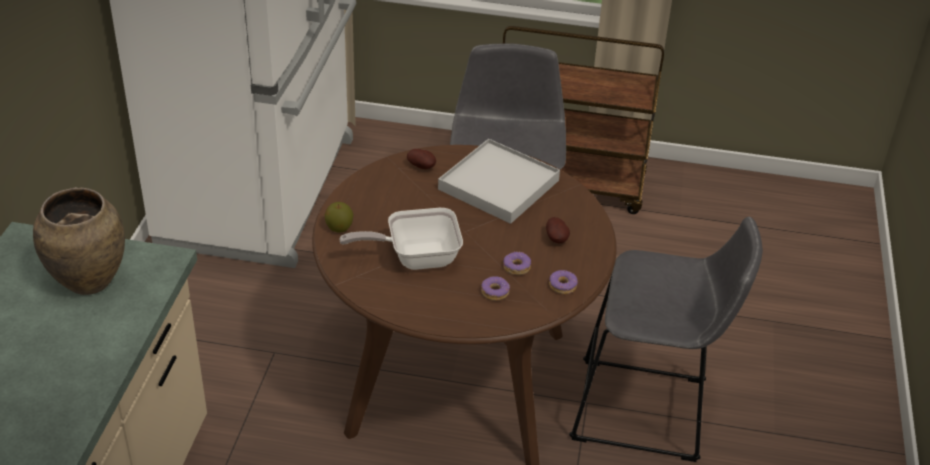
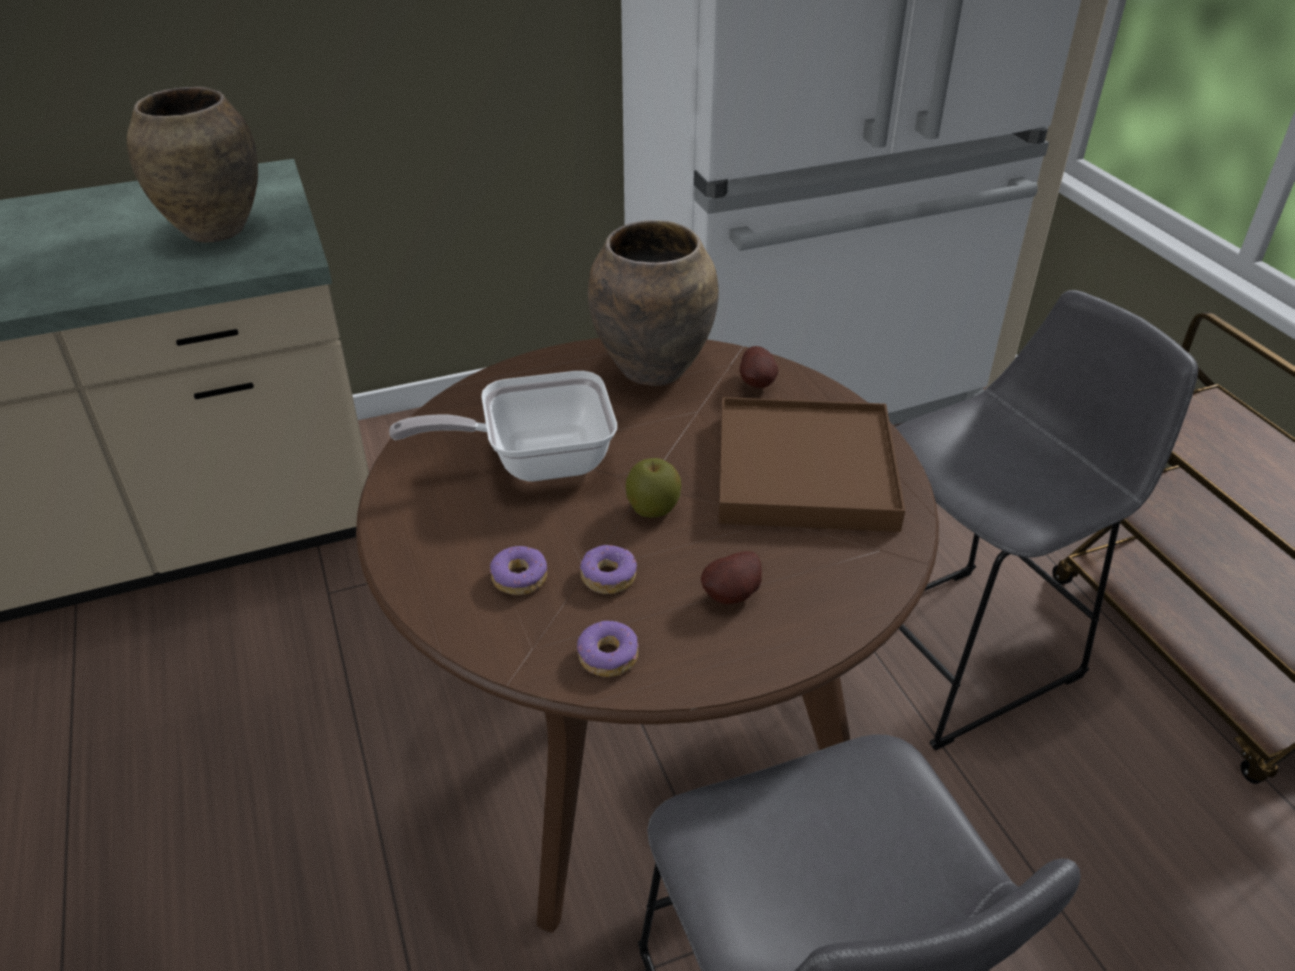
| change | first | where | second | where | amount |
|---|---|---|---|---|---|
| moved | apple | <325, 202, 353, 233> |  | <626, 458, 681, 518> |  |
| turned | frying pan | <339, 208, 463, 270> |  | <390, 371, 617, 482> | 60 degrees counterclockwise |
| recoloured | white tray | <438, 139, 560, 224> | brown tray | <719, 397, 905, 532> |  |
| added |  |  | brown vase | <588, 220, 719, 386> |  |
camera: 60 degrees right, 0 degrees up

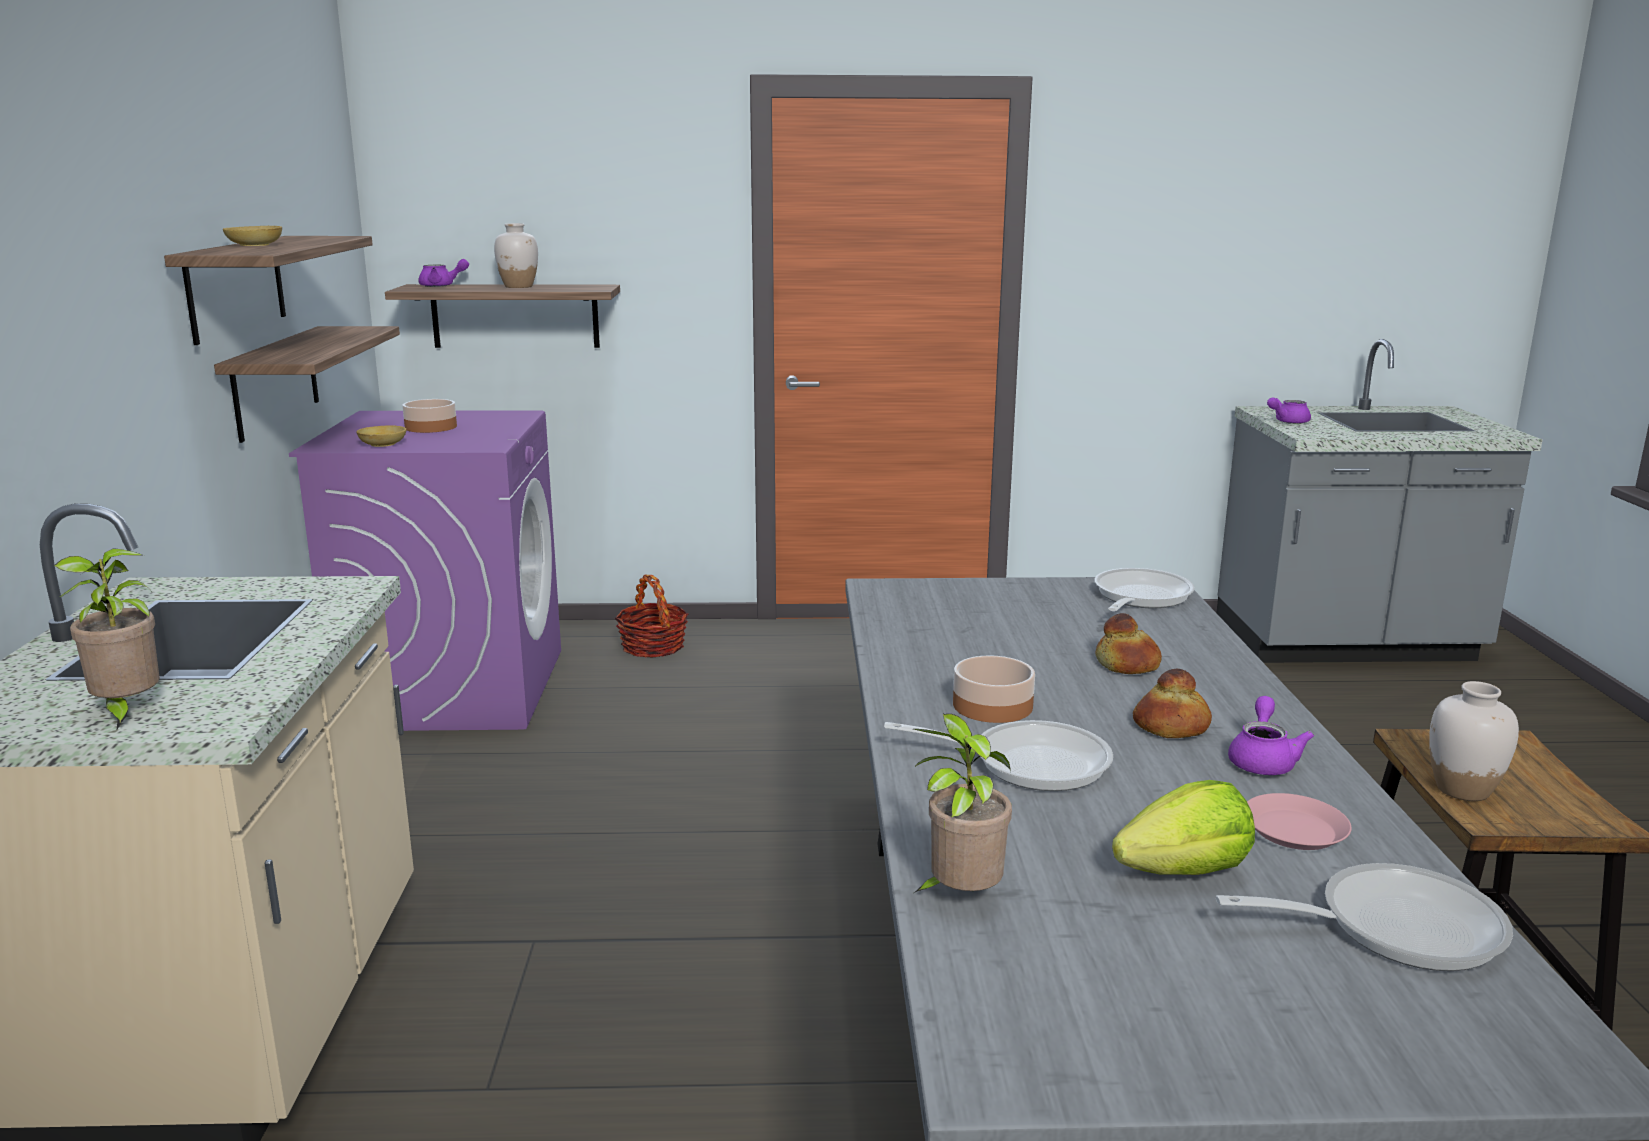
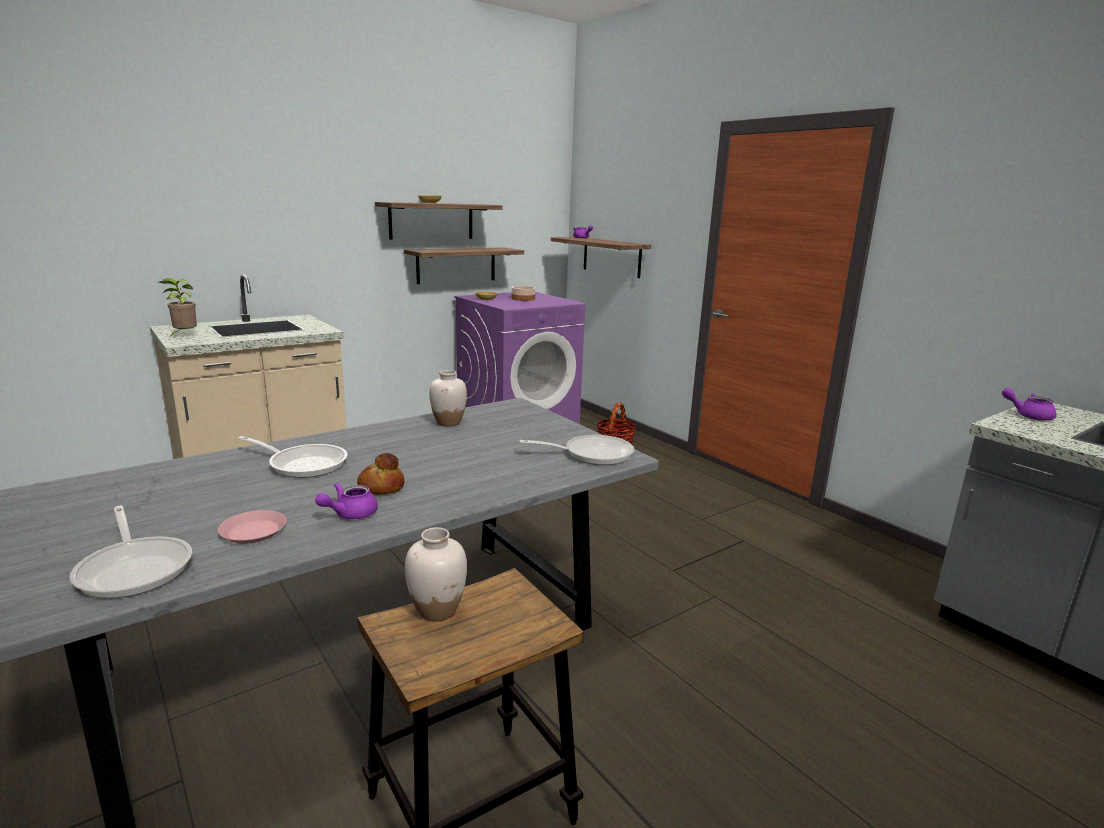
| change | first | where | second | where | amount |
|---|---|---|---|---|---|
| moved | white vase | <494, 223, 538, 288> |  | <429, 370, 467, 427> |  |
| turned | frying pan | <884, 720, 1113, 791> |  | <238, 436, 348, 478> | 45 degrees counterclockwise |
| removed | potted plant | <914, 714, 1012, 893> |  |  |  |
| removed | bowl | <953, 655, 1035, 723> |  |  |  |
| removed | bread | <1095, 613, 1162, 674> |  |  |  |
| removed | lettuce | <1112, 780, 1255, 875> |  |  |  |
| turned | purple teapot | <1228, 696, 1314, 775> |  | <315, 483, 378, 519> | 150 degrees clockwise |
camera: 55 degrees right, 0 degrees up

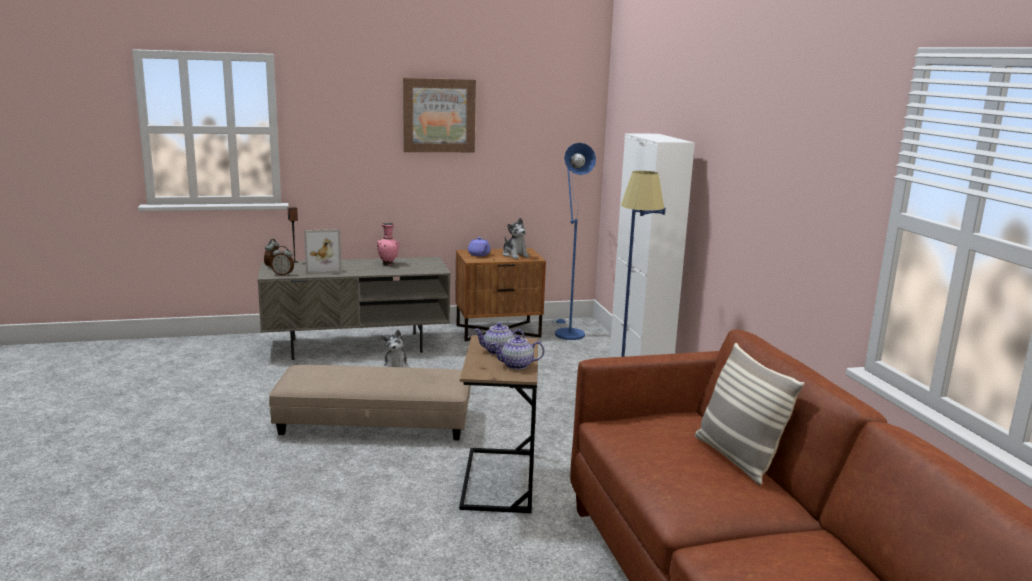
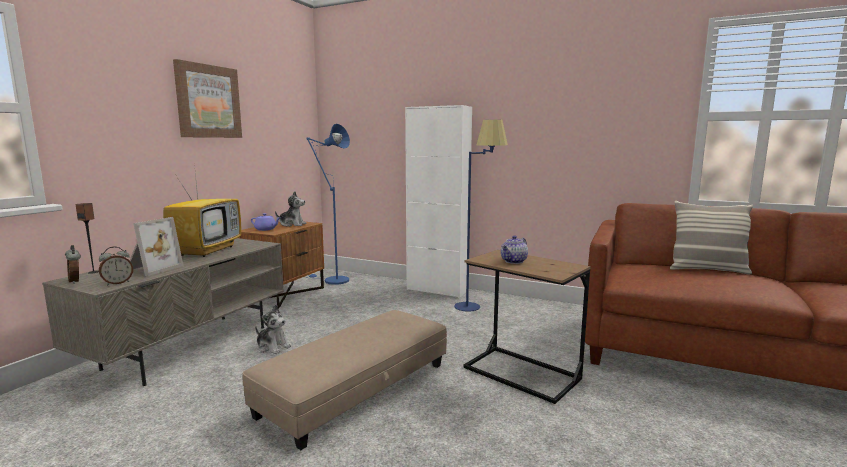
| change | first | where | second | where | amount |
|---|---|---|---|---|---|
| replaced | pink vase | <377, 223, 400, 265> | television | <163, 164, 241, 257> |  |
| removed | teapot | <491, 335, 544, 370> |  |  |  |
camera: 50 degrees left, 5 degrees down

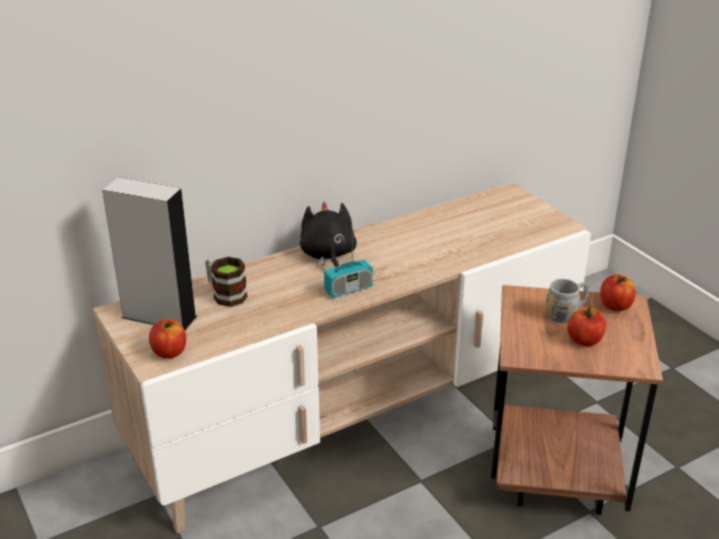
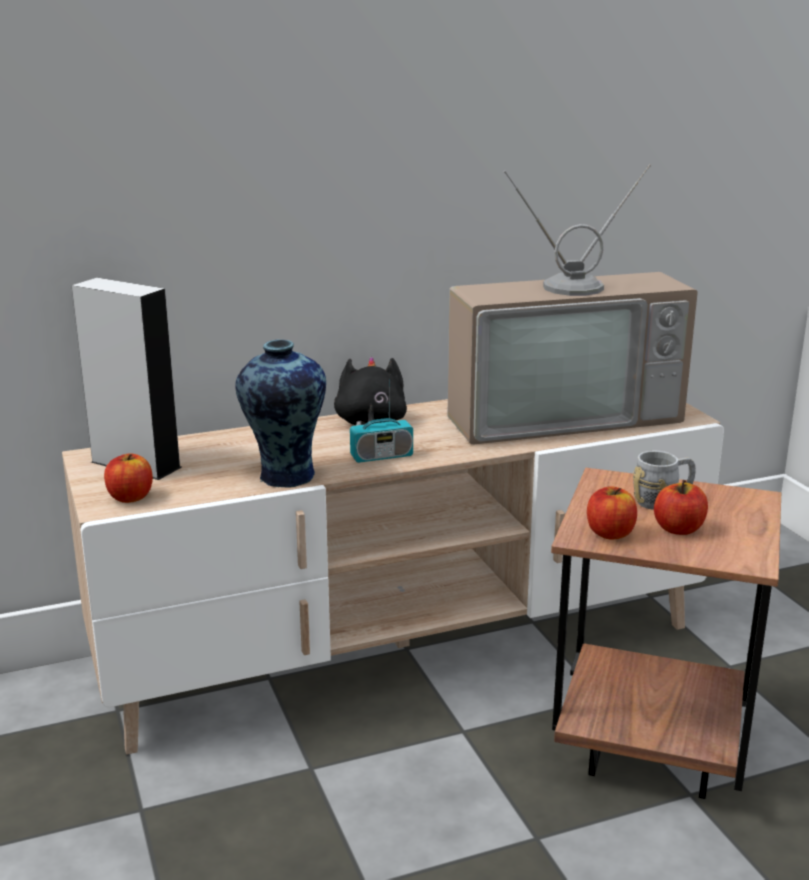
| change | first | where | second | where | amount |
|---|---|---|---|---|---|
| removed | mug | <205, 257, 248, 307> |  |  |  |
| moved | apple | <600, 274, 636, 311> |  | <587, 486, 637, 539> |  |
| added |  |  | vase | <235, 340, 326, 488> |  |
| added |  |  | television | <447, 164, 698, 444> |  |
camera: 10 degrees right, 10 degrees down

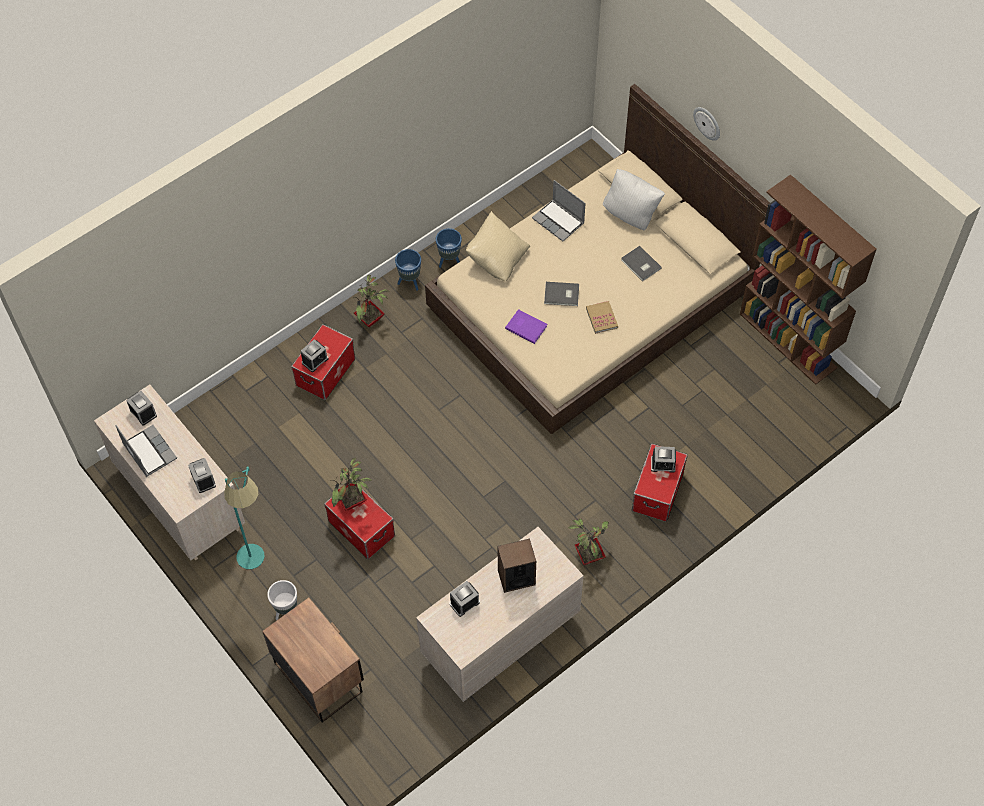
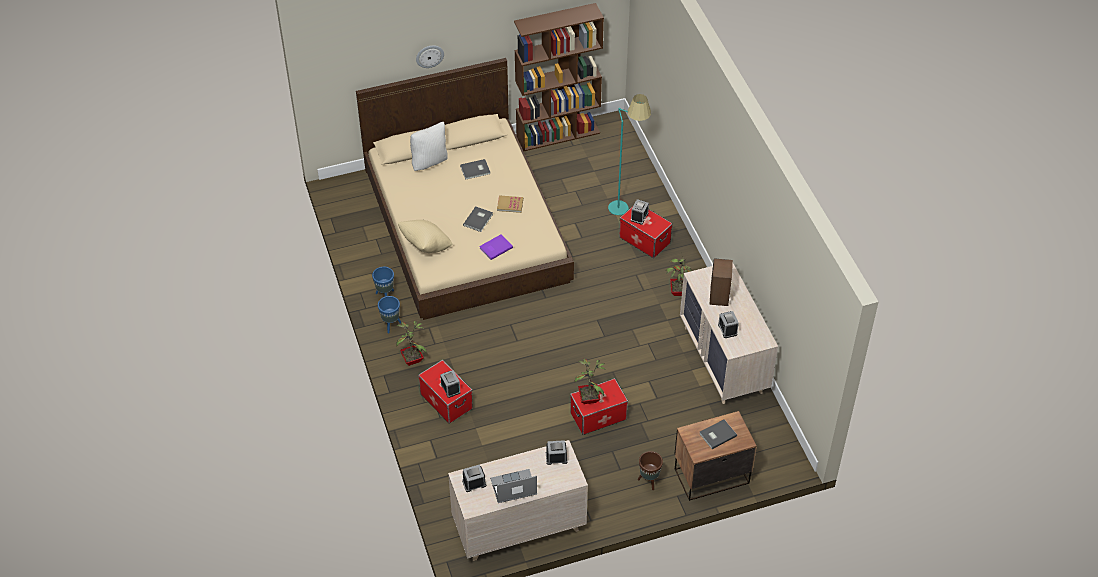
| change | first | where | second | where | amount |
|---|---|---|---|---|---|
| moved | turquoise floor lamp | <224, 467, 265, 569> |  | <608, 94, 651, 215> |  |
| recoloured | white planter | <267, 580, 297, 620> | brown planter | <638, 451, 663, 490> |  |
| removed | laptop | <532, 180, 585, 241> |  |  |  |
| added |  |  | grey book | <700, 419, 737, 449> |  |
camera: 70 degrees left, 10 degrees down

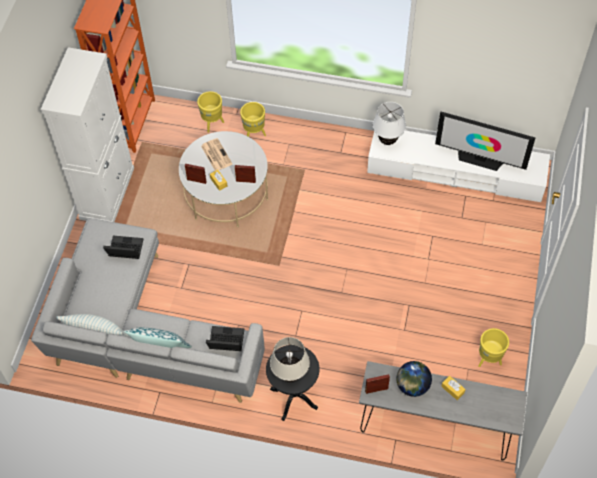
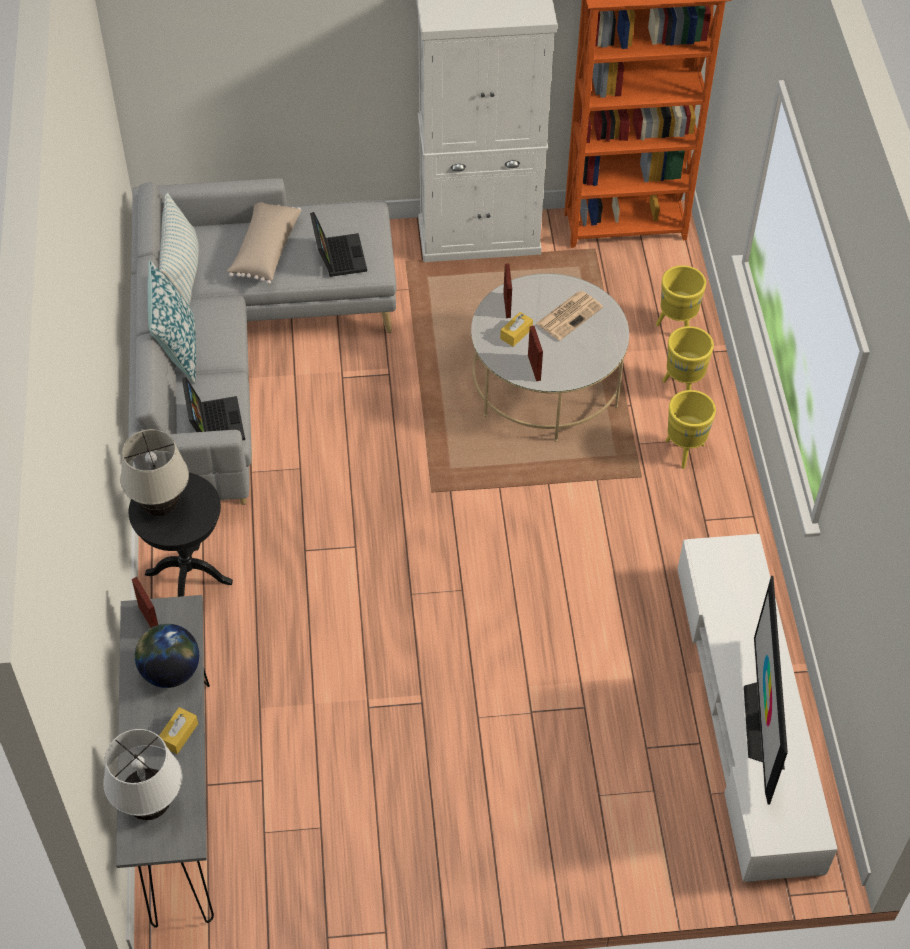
| change | first | where | second | where | amount |
|---|---|---|---|---|---|
| moved | white table lamp | <373, 102, 406, 145> |  | <103, 729, 182, 820> |  |
| moved | yellow planter | <478, 328, 509, 367> |  | <666, 390, 716, 469> |  |
| added |  |  | beige pillow | <227, 202, 301, 284> |  |
camera: 70 degrees right, 5 degrees down

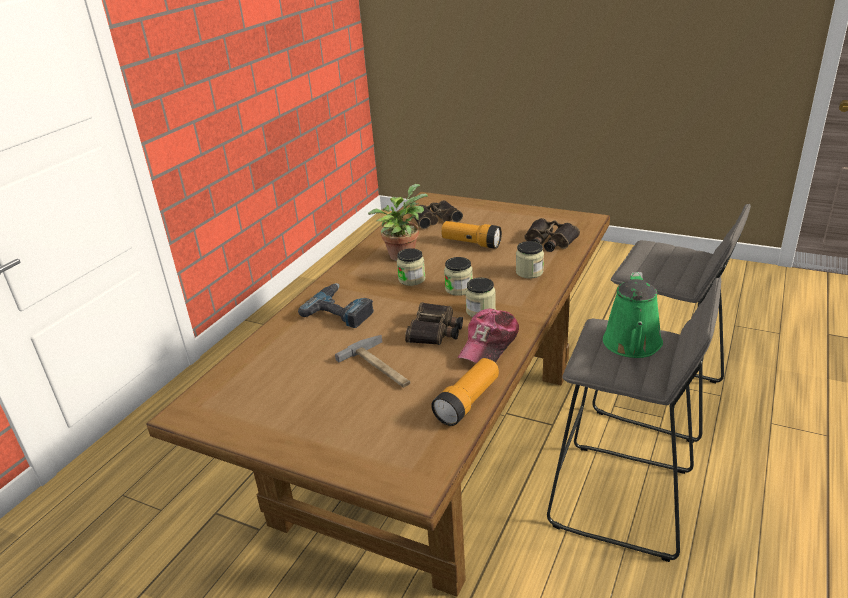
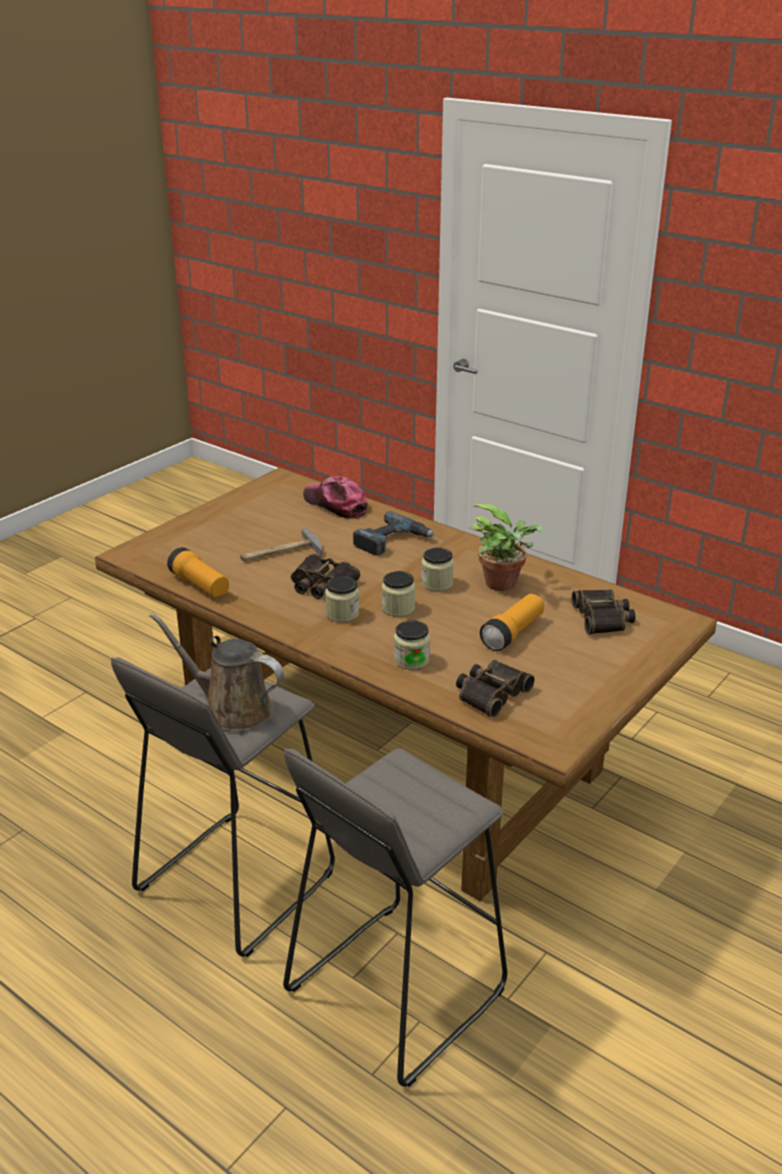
| change | first | where | second | where | amount |
|---|---|---|---|---|---|
| moved | cap | <457, 309, 519, 363> |  | <303, 476, 368, 519> |  |
| recoloured | green watering can | <603, 272, 663, 358> | brown watering can | <149, 613, 284, 731> |  |
camera: 100 degrees right, 0 degrees up

